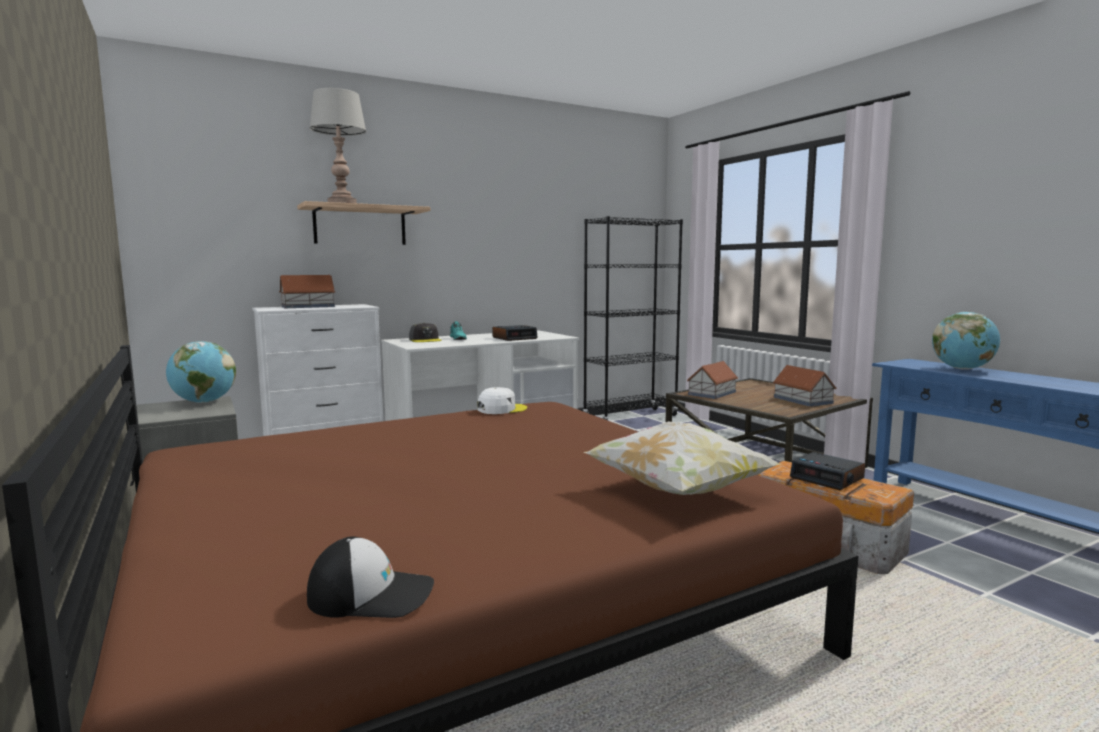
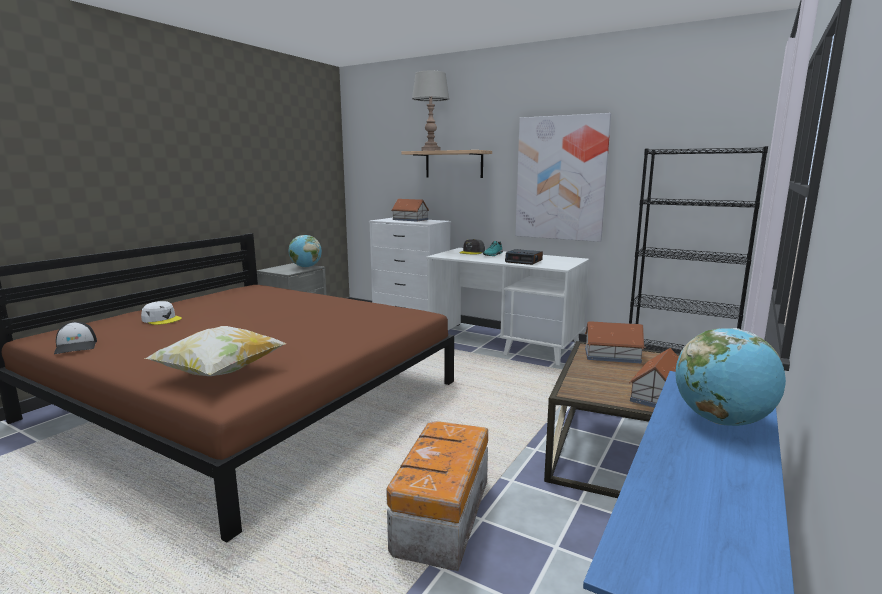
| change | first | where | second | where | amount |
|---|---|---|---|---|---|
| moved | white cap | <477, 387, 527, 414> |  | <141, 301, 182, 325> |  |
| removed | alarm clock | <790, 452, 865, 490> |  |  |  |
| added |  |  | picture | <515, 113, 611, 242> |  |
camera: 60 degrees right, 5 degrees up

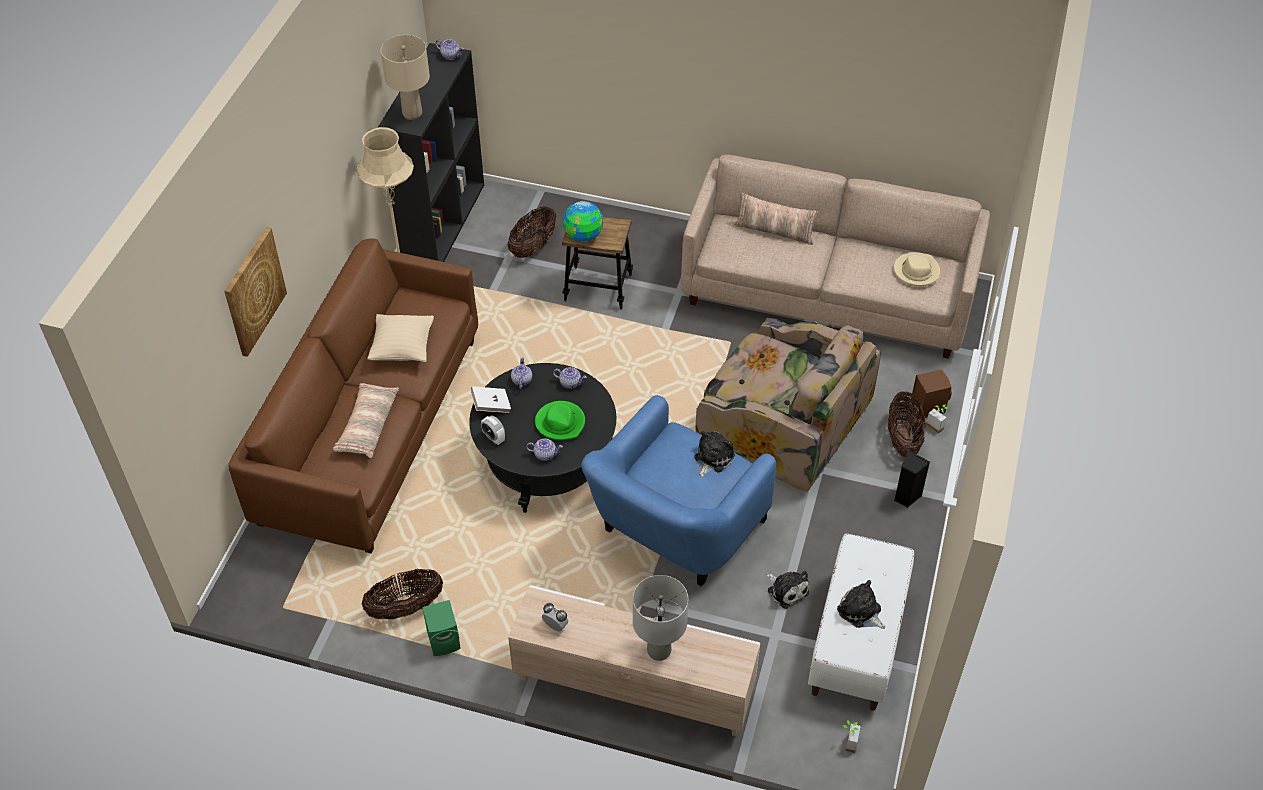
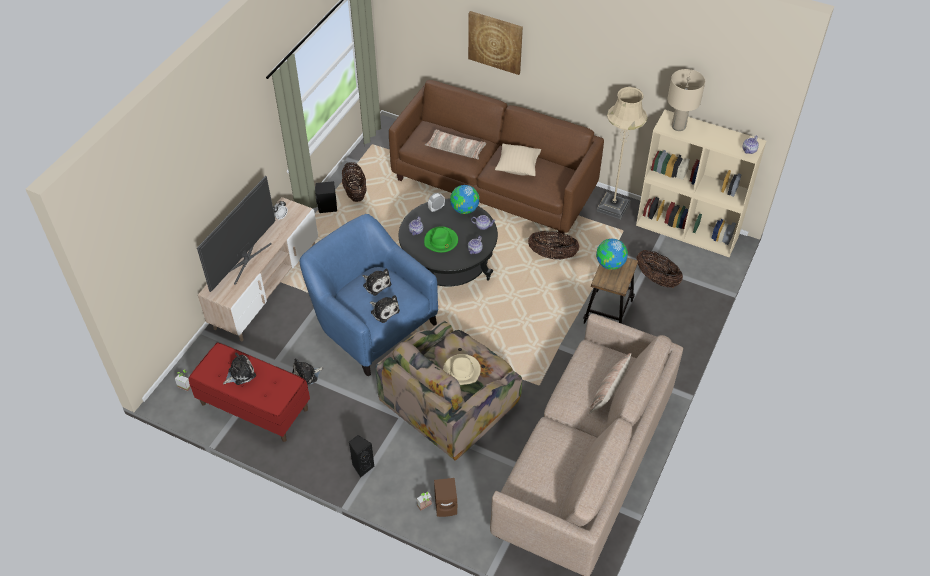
| change | first | where | second | where | amount |
|---|---|---|---|---|---|
| recoloured | black bookcase | <378, 43, 484, 262> | beige bookcase | <636, 110, 766, 257> |  |
| recoloured | green speaker | <422, 600, 461, 656> | black speaker | <315, 181, 337, 213> |  |
| replaced | white book | <470, 386, 511, 413> | globe | <450, 185, 479, 214> |  |
| replaced | grey table lamp | <633, 575, 688, 661> | television | <197, 176, 275, 292> |  |
| recoloured | white bench | <808, 534, 914, 711> | red bench | <189, 342, 310, 442> |  |
| moved | basket | <888, 391, 926, 457> |  | <528, 231, 580, 260> |  |
| moved | beige hat | <894, 252, 940, 286> |  | <443, 354, 481, 385> |  |
| added |  |  | plush toy | <362, 269, 391, 296> |  |
camera: 100 degrees right, 0 degrees up

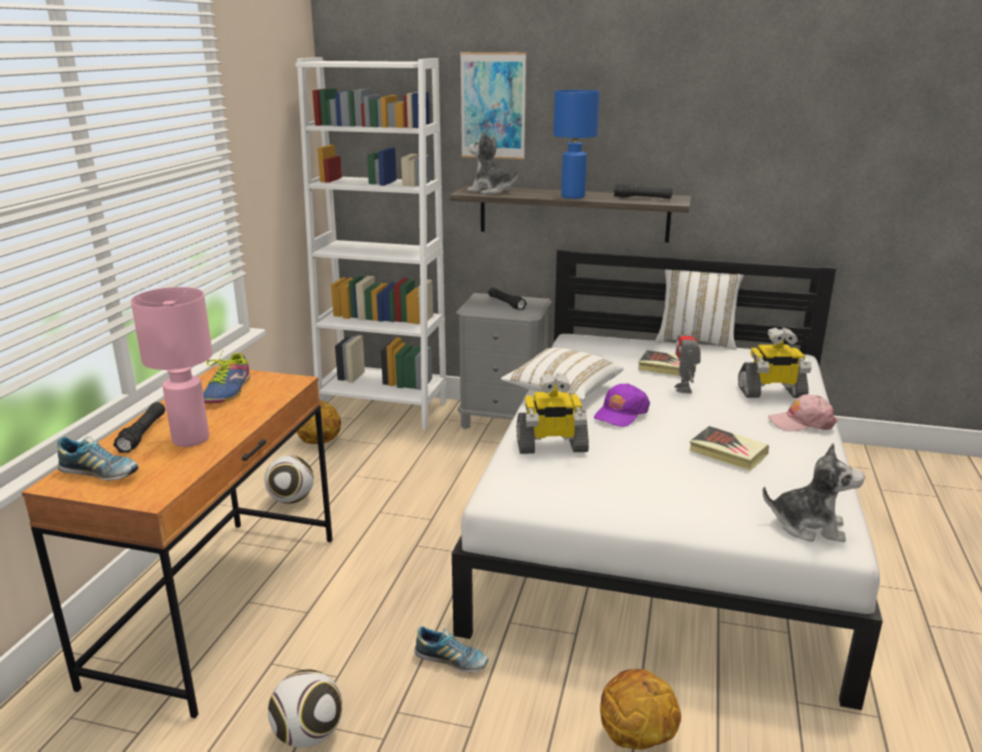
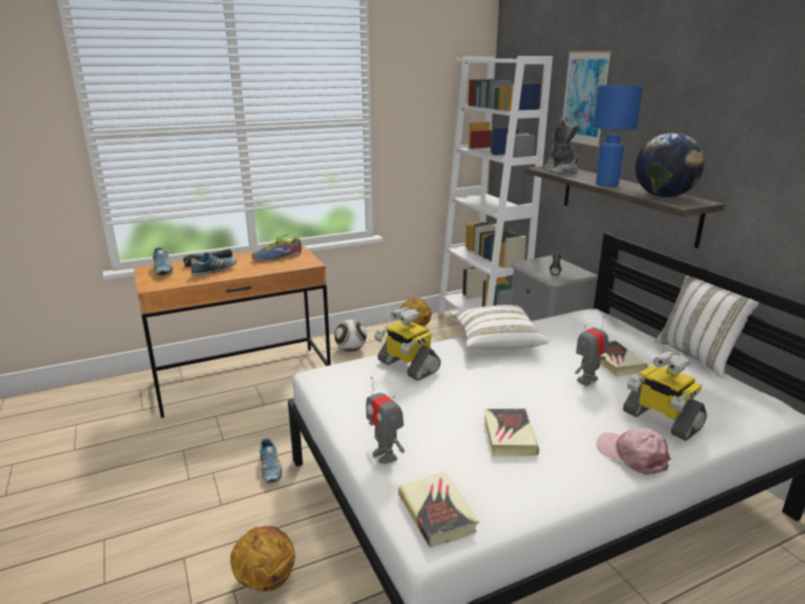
| change | first | where | second | where | amount |
|---|---|---|---|---|---|
| replaced | pink table lamp | <131, 287, 213, 447> | shoe | <191, 252, 237, 276> |  |
| removed | football | <268, 670, 342, 748> |  |  |  |
| removed | purple cap | <594, 383, 650, 427> |  |  |  |
| replaced | black flashlight | <613, 183, 672, 199> | globe | <635, 133, 704, 197> |  |
| replaced | plush toy | <763, 443, 865, 542> | book | <398, 472, 479, 547> |  |
| added |  |  | toy robot | <366, 377, 405, 464> |  |
camera: 50 degrees right, 0 degrees up

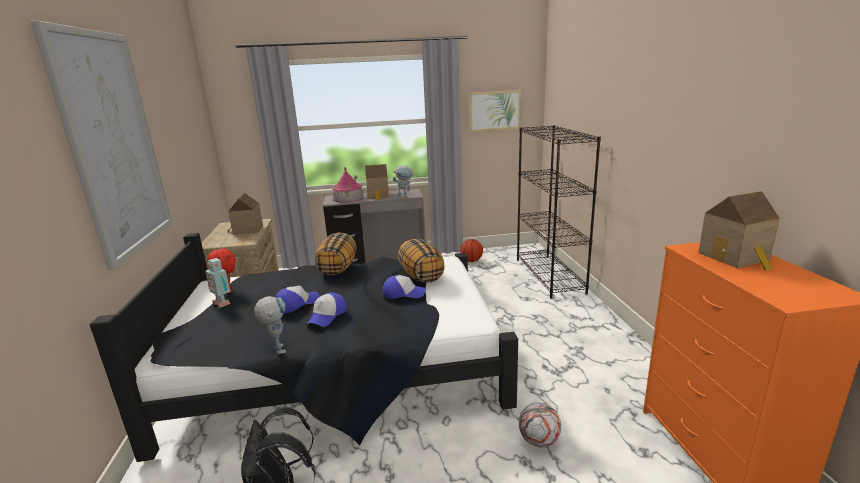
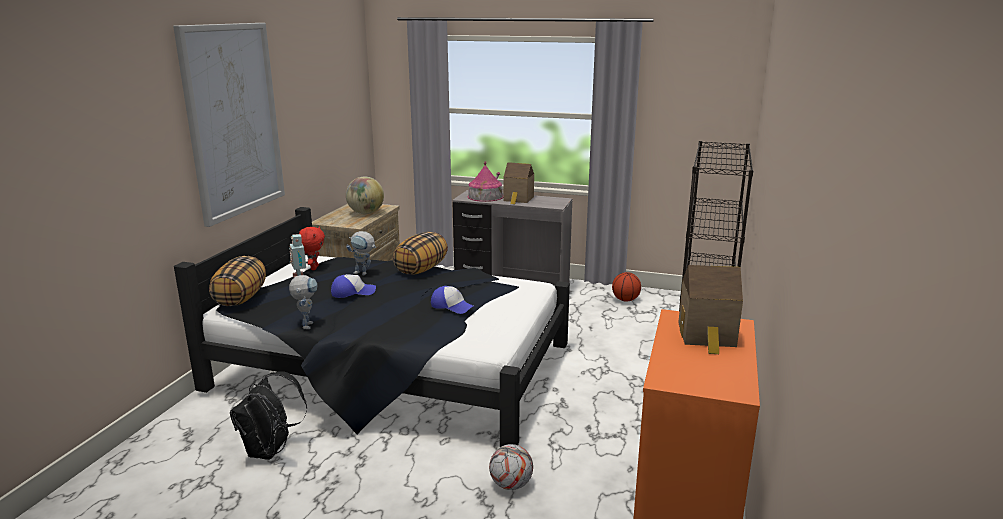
| change | first | where | second | where | amount |
|---|---|---|---|---|---|
| replaced | toy house | <227, 193, 263, 235> | globe | <346, 176, 384, 214> |  |
| removed | cap | <307, 292, 347, 326> |  |  |  |
| moved | toy robot | <393, 165, 415, 198> |  | <346, 231, 376, 276> |  |
| moved | pillow | <398, 239, 445, 283> |  | <209, 256, 266, 306> |  |
| removed | picture | <469, 90, 521, 132> |  |  |  |
camera: 25 degrees right, 0 degrees up

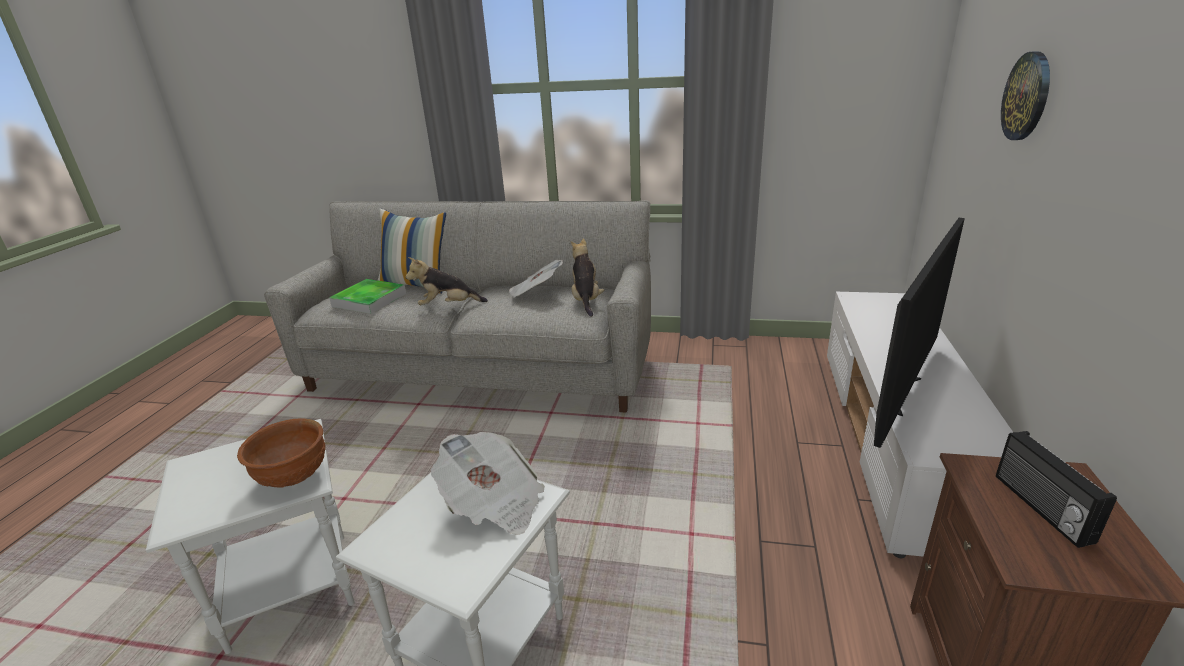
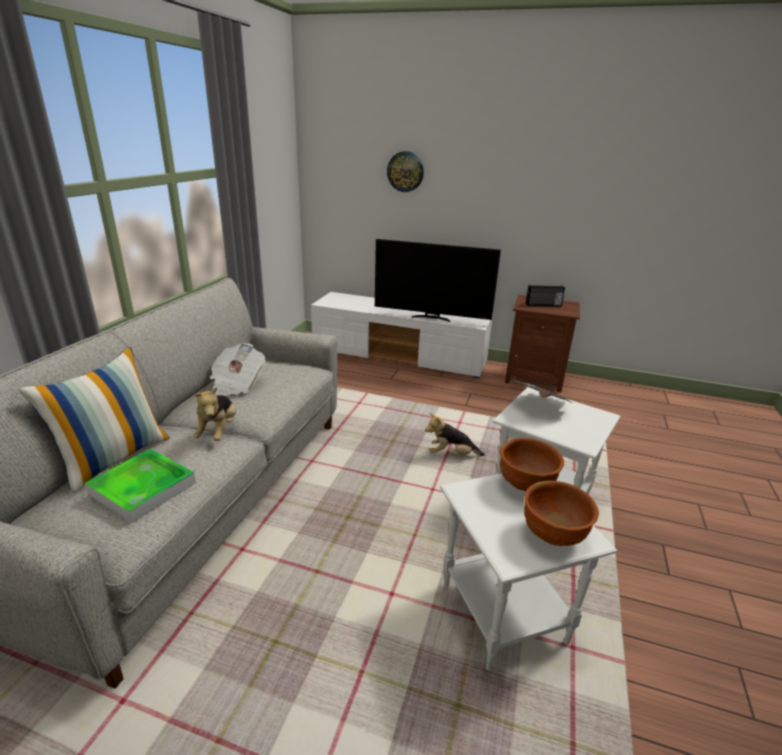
| change | first | where | second | where | amount |
|---|---|---|---|---|---|
| moved | plush toy | <571, 238, 605, 317> |  | <425, 413, 485, 456> |  |
| turned | television | <874, 218, 965, 448> |  | <375, 239, 501, 322> | 150 degrees clockwise |
| added |  |  | brown bowl | <524, 481, 599, 546> |  |
camera: 85 degrees left, 0 degrees up

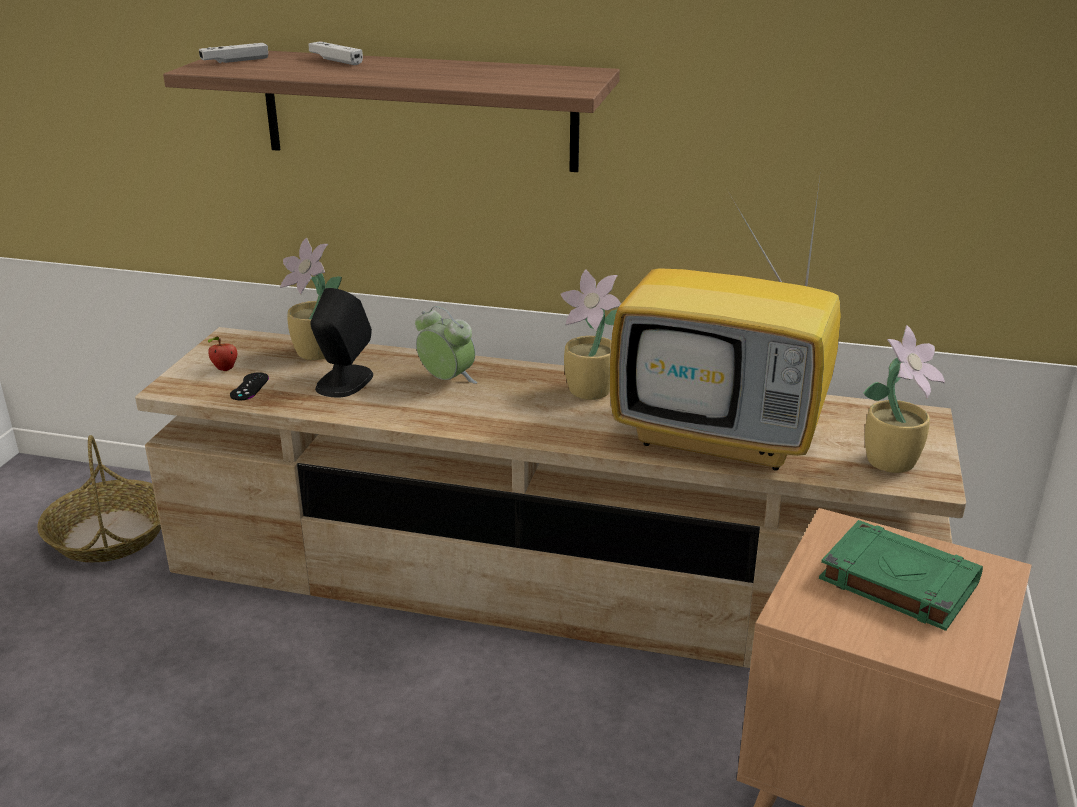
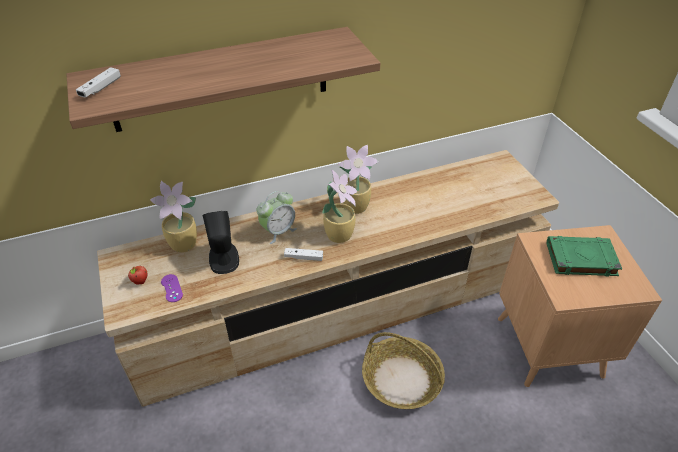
| change | first | where | second | where | amount |
|---|---|---|---|---|---|
| moved | basket | <37, 435, 161, 562> |  | <362, 332, 445, 409> |  |
| recoloured | black game controller | <230, 372, 269, 400> | purple game controller | <161, 274, 183, 302> |  |
| moved | white game controller | <309, 41, 363, 65> |  | <284, 248, 323, 261> |  |
| turned | alarm clock | <415, 306, 478, 384> |  | <256, 191, 297, 244> | 135 degrees clockwise |
| removed | television | <610, 170, 841, 471> |  |  |  |
| moved | potted plant | <863, 325, 945, 473> |  | <322, 170, 357, 243> |  |
camera: 35 degrees left, 15 degrees up

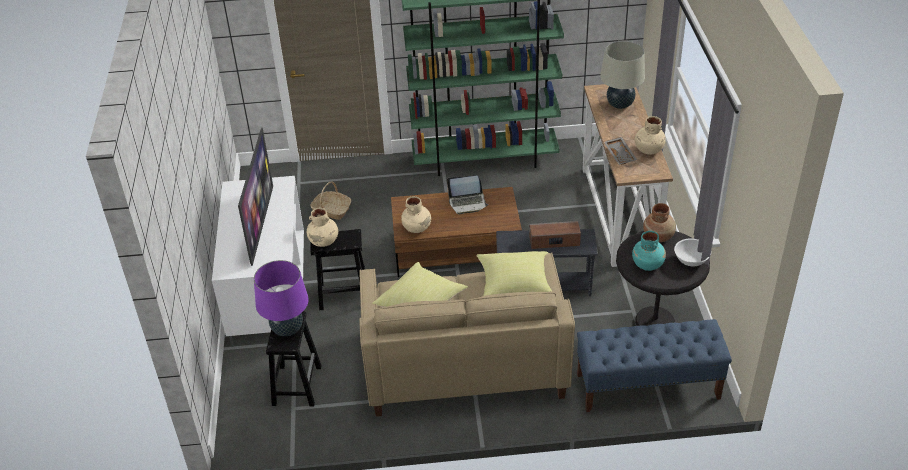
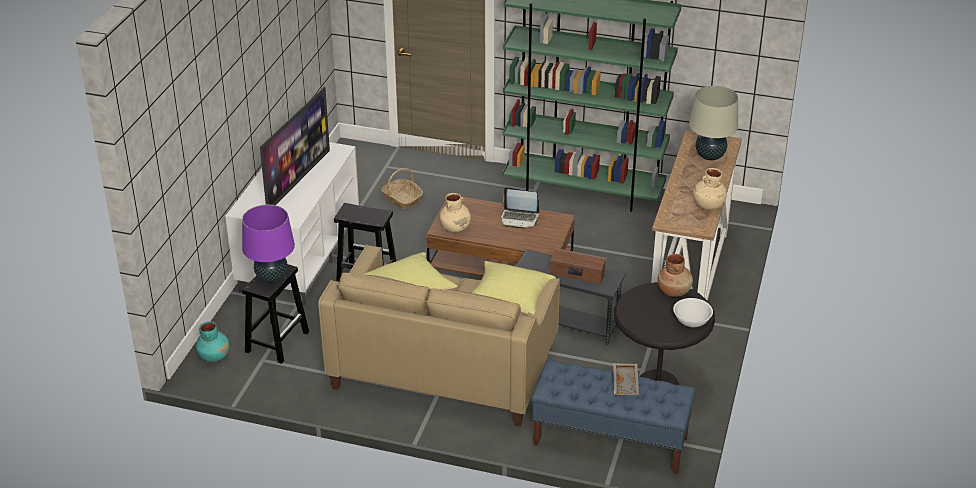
| change | first | where | second | where | amount |
|---|---|---|---|---|---|
| removed | beige vase | <307, 208, 338, 247> |  |  |  |
| moved | grey tray | <604, 137, 637, 165> |  | <613, 363, 639, 396> |  |
| moved | turquoise vase | <632, 231, 666, 271> |  | <196, 321, 229, 362> |  |
camera: 20 degrees right, 5 degrees down

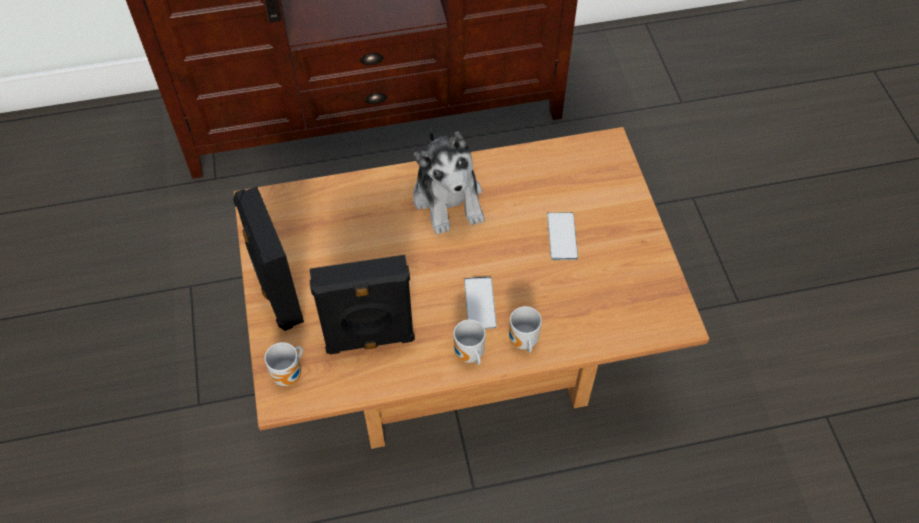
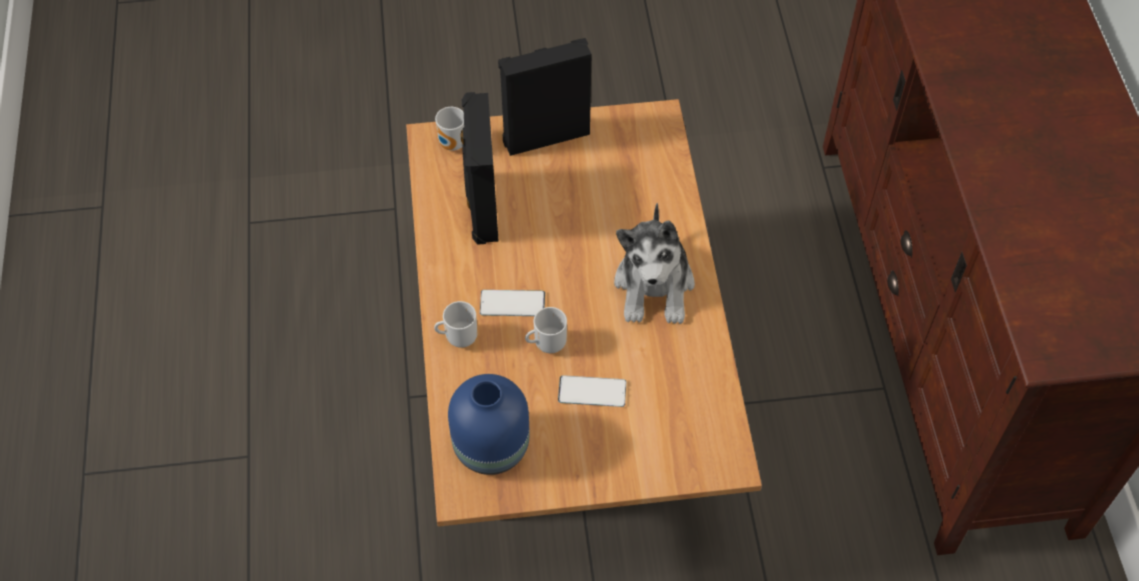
| change | first | where | second | where | amount |
|---|---|---|---|---|---|
| turned | plush toy | <413, 128, 484, 235> |  | <614, 203, 695, 324> | 75 degrees counterclockwise |
| moved | mug | <454, 319, 486, 365> |  | <525, 307, 567, 353> |  |
| added |  |  | blue vase | <448, 374, 530, 475> |  |
camera: 95 degrees right, 0 degrees up

